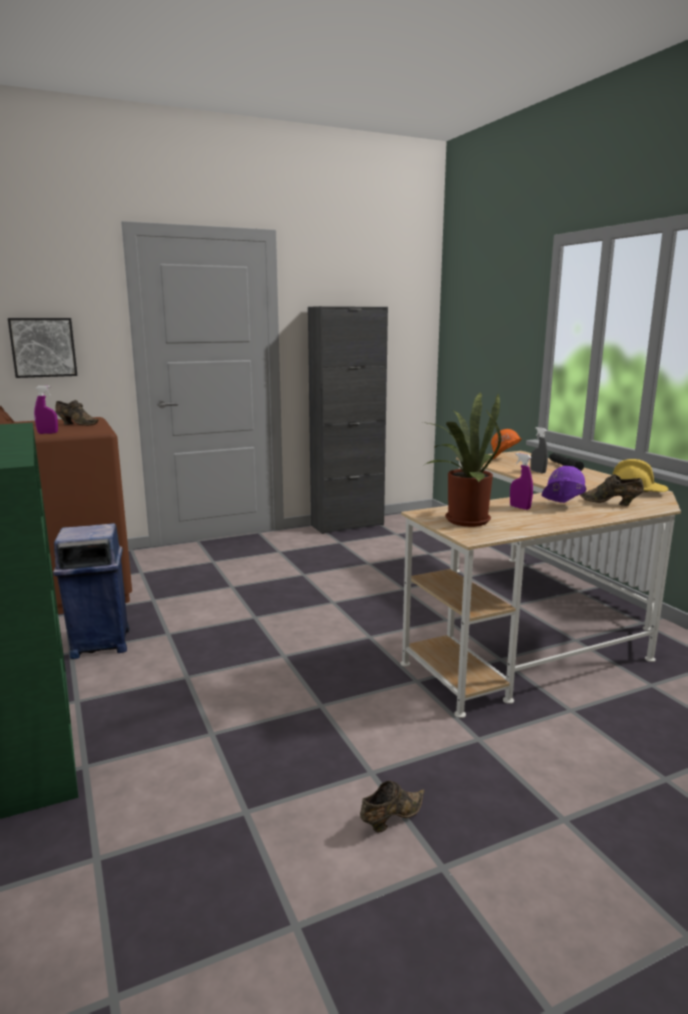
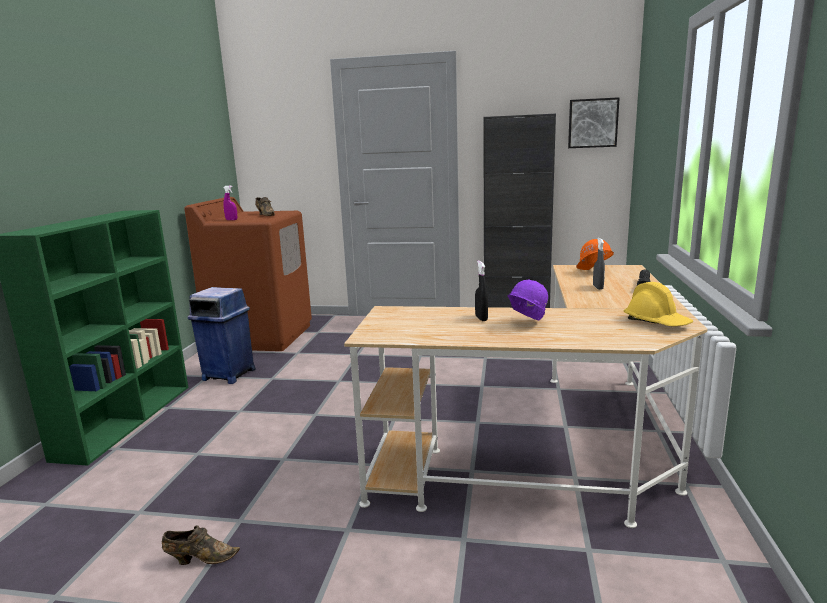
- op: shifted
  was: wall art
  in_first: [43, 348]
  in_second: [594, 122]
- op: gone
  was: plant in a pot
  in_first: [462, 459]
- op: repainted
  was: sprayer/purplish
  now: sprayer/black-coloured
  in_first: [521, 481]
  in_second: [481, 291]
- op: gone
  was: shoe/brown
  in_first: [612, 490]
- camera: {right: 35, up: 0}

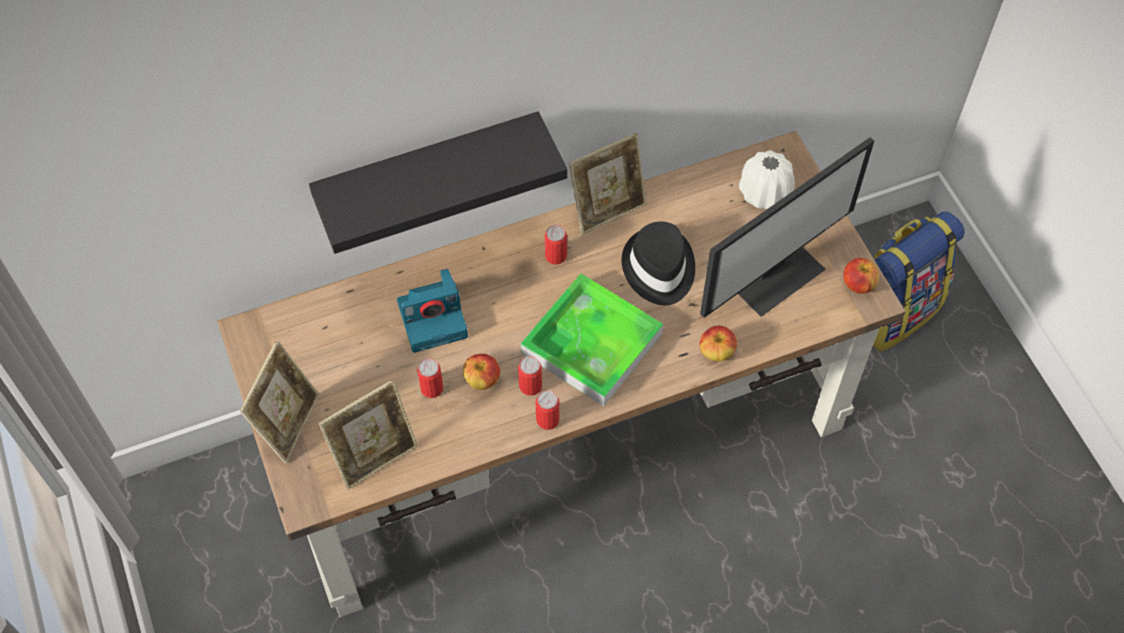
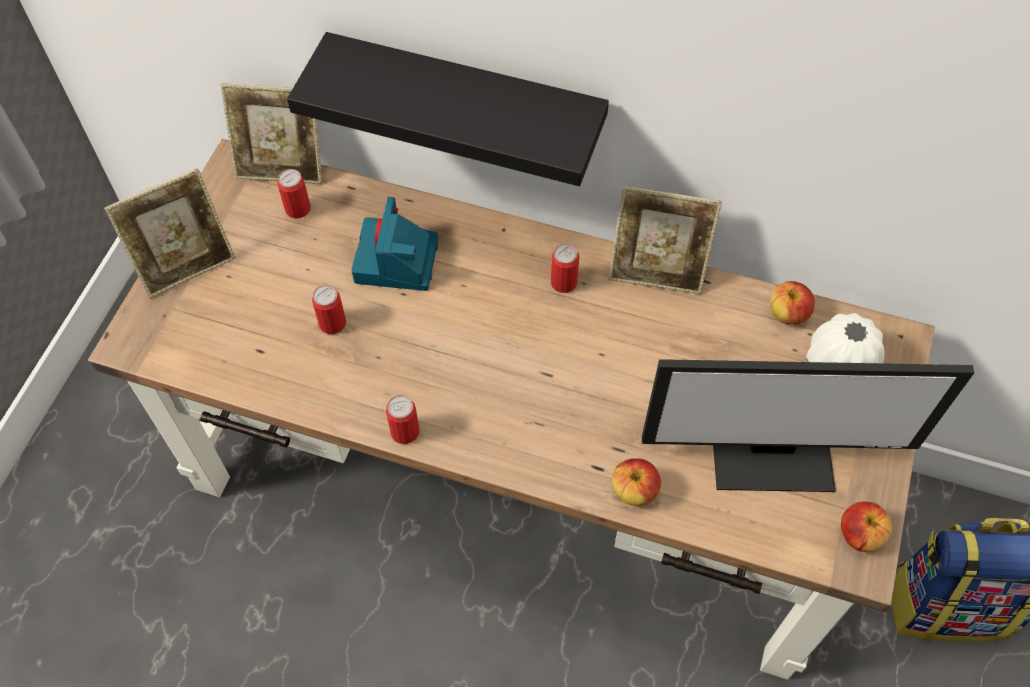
- op: shifted
  was: picture frame
  in_first: [368, 434]
  in_second: [271, 133]
- op: rotated
  was: still camera
  in_first: [432, 311]
  in_second: [394, 244]
  clockwise: 75
- op: shifted
  was: apple
  in_first: [481, 372]
  in_second: [792, 303]
- op: shifted
  was: metal can
  in_first: [530, 376]
  in_second: [294, 193]
- op: gone
  was: serving tray
  in_first: [592, 340]
- op: gone
  was: clothing hat/black-coloured
  in_first: [658, 263]
- camera: {right: 40, up: 0}

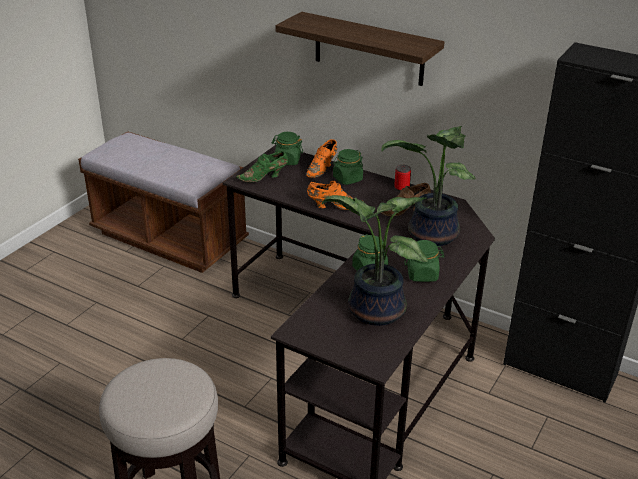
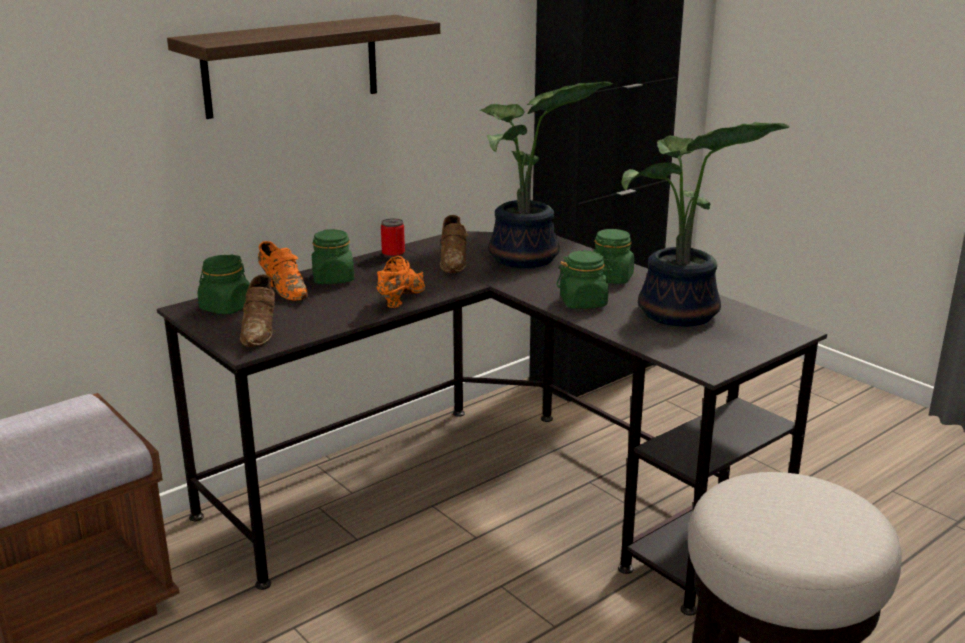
- op: repainted
  was: shoe/greenish
  now: shoe/brown
  in_first: [262, 166]
  in_second: [257, 310]
- camera: {right: -70, up: -10}

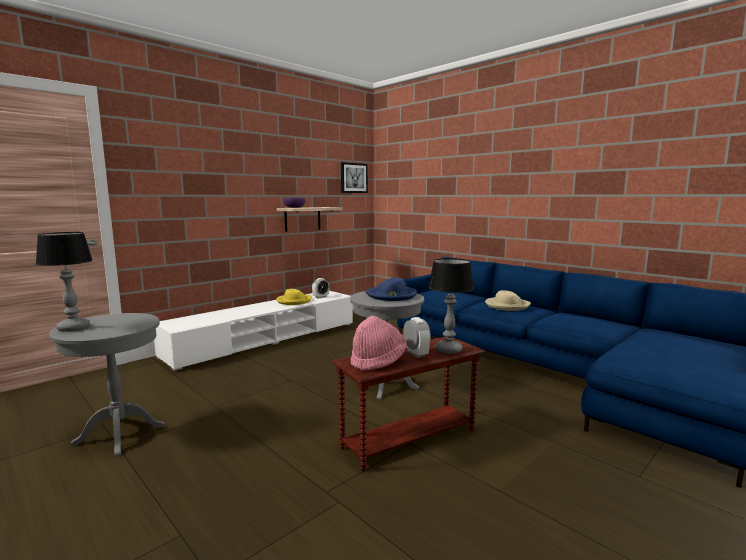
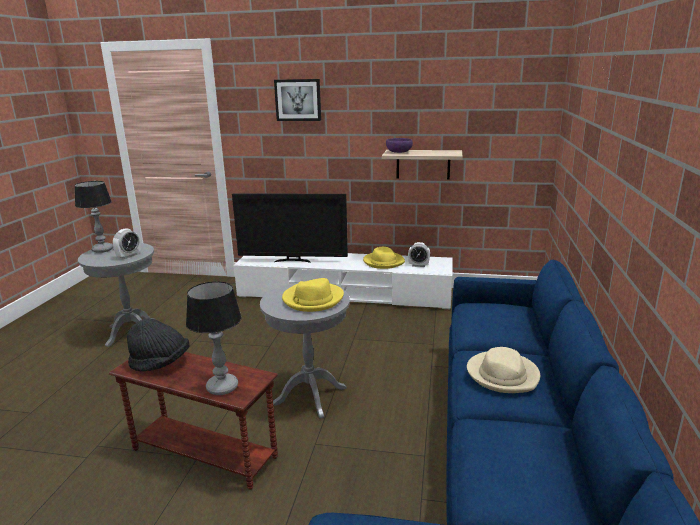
- op: shifted
  was: wall art
  in_first: [354, 177]
  in_second: [297, 100]
- op: repainted
  was: clothing hat/pink
  now: clothing hat/black-coloured
  in_first: [379, 343]
  in_second: [158, 344]
- op: repainted
  was: clothing hat/bluish
  now: clothing hat/yellow-coloured
  in_first: [391, 289]
  in_second: [313, 295]
- op: shifted
  was: alarm clock
  in_first: [417, 337]
  in_second: [127, 243]
- op: new
  now: television
  in_second: [290, 228]
- camera: {right: 55, up: 10}

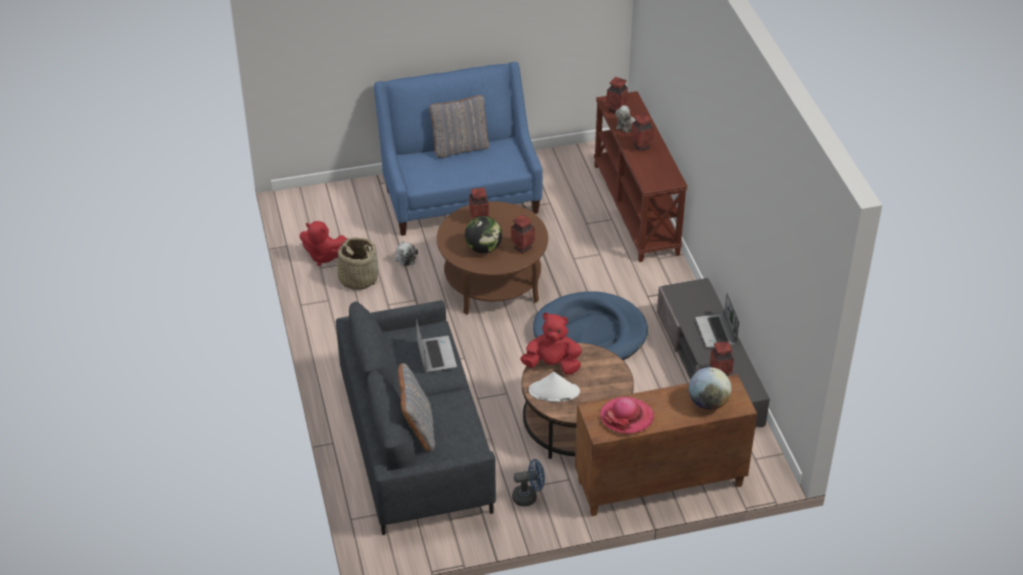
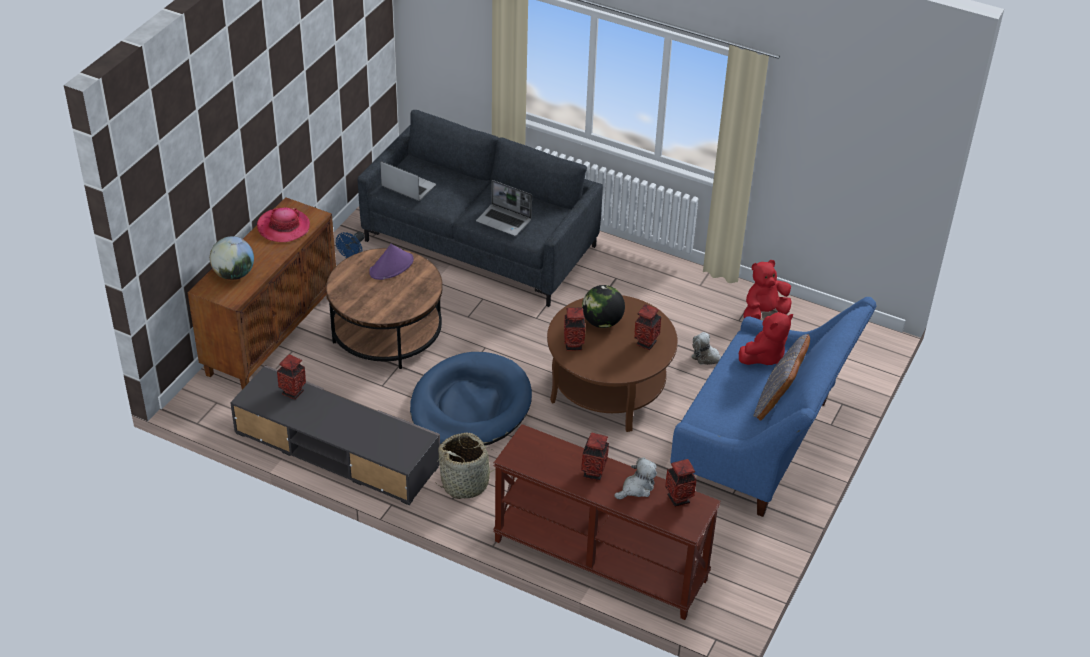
- op: shifted
  was: storage basket
  in_first: [356, 263]
  in_second: [465, 465]
- op: gone
  was: pillow/grey
  in_first: [416, 407]
- op: shifted
  was: plush toy/red
  in_first: [551, 343]
  in_second: [766, 338]
- op: repainted
  was: clothing hat/white-coloured
  now: clothing hat/purplish
  in_first: [554, 387]
  in_second: [391, 262]
- op: shifted
  was: notebook computer
  in_first: [717, 320]
  in_second: [408, 181]
- camera: {right: 130, up: 0}

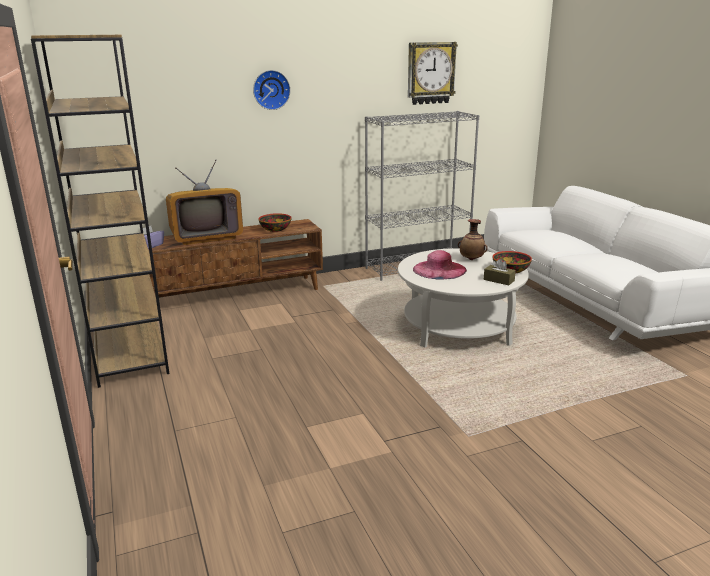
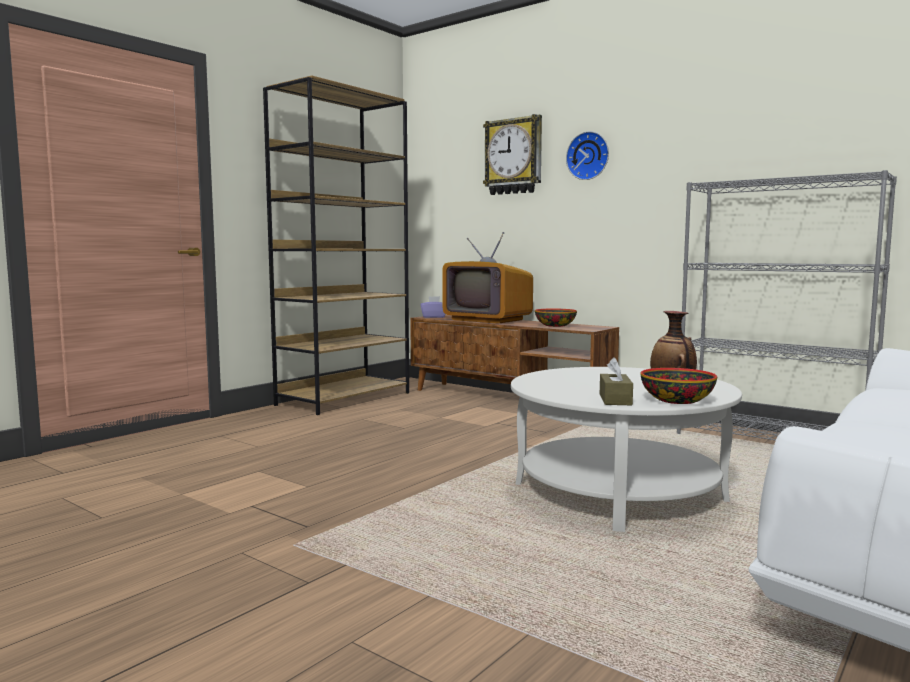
- op: shifted
  was: hanging clock
  in_first: [433, 73]
  in_second: [512, 154]
- op: gone
  was: clothing hat/pink
  in_first: [440, 265]
- camera: {right: 60, up: -15}

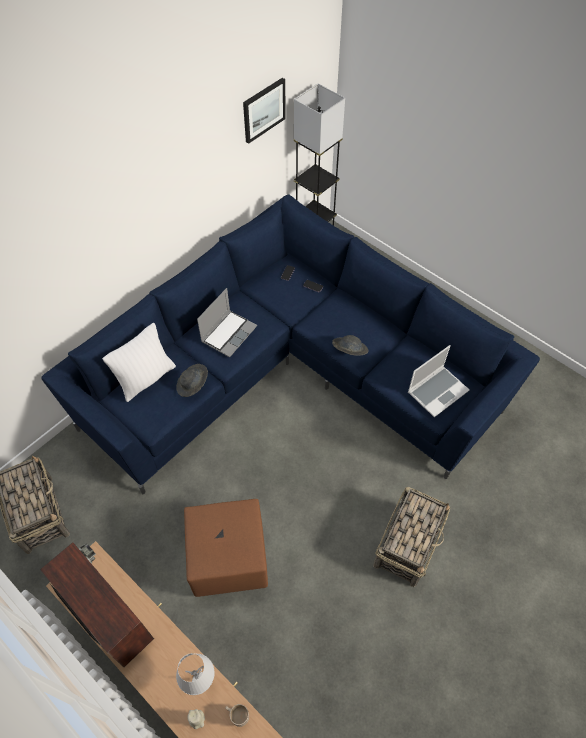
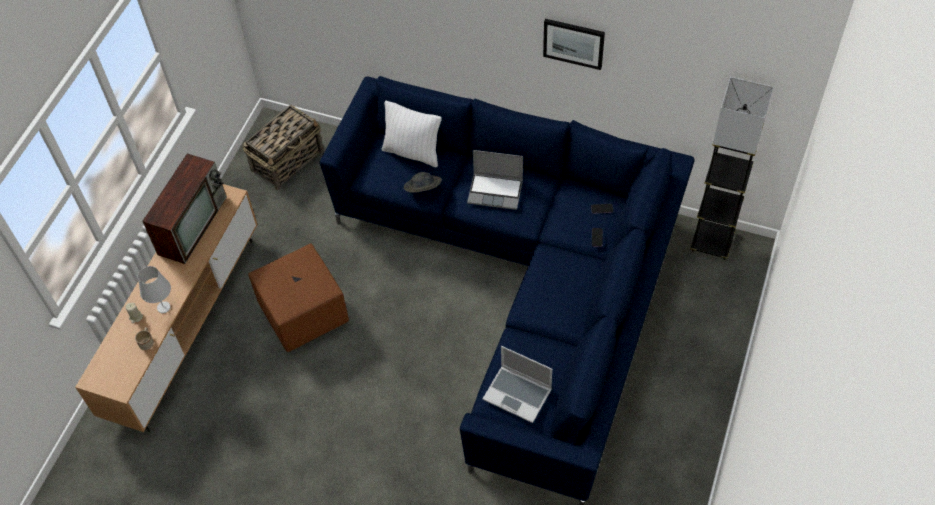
- op: shifted
  was: wall art
  in_first: [264, 111]
  in_second: [574, 44]
- op: gone
  was: clothing hat/grey
  in_first: [350, 345]
- op: gone
  was: storage basket
  in_first: [411, 537]
- camera: {right: 70, up: 0}

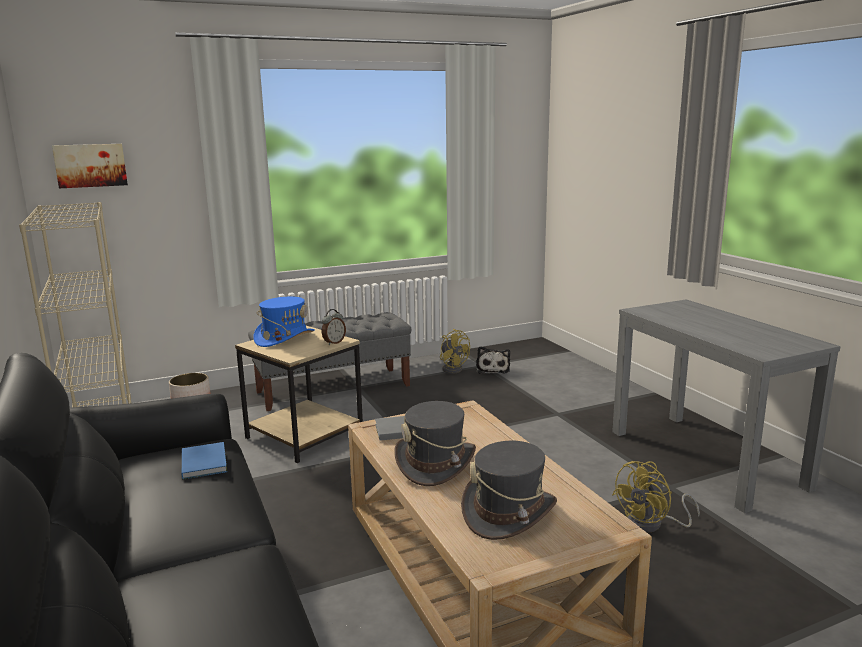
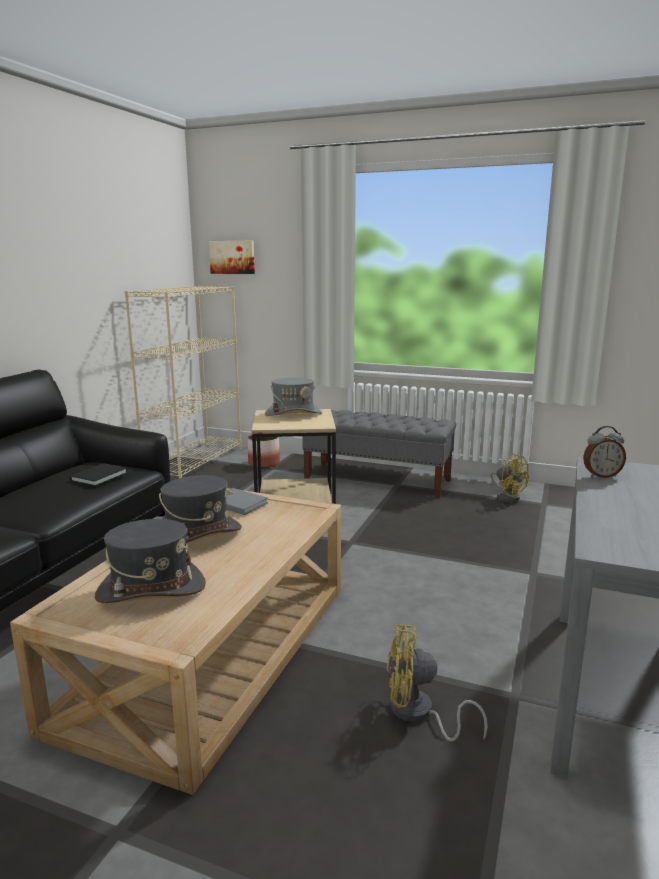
- op: repainted
  was: bound book/bluish
  now: bound book/black-coloured
  in_first: [204, 461]
  in_second: [98, 474]
- op: repainted
  was: clothing hat/bluish
  now: clothing hat/grey
  in_first: [284, 322]
  in_second: [293, 397]
- op: shifted
  was: alarm clock
  in_first: [334, 327]
  in_second: [604, 452]
- op: rotated
  was: electric fan/yellow-coloured
  in_first: [455, 351]
  in_second: [510, 478]
  clockwise: -45
- op: gone
  was: plush toy
  in_first: [493, 360]
- camera: {right: 45, up: 0}

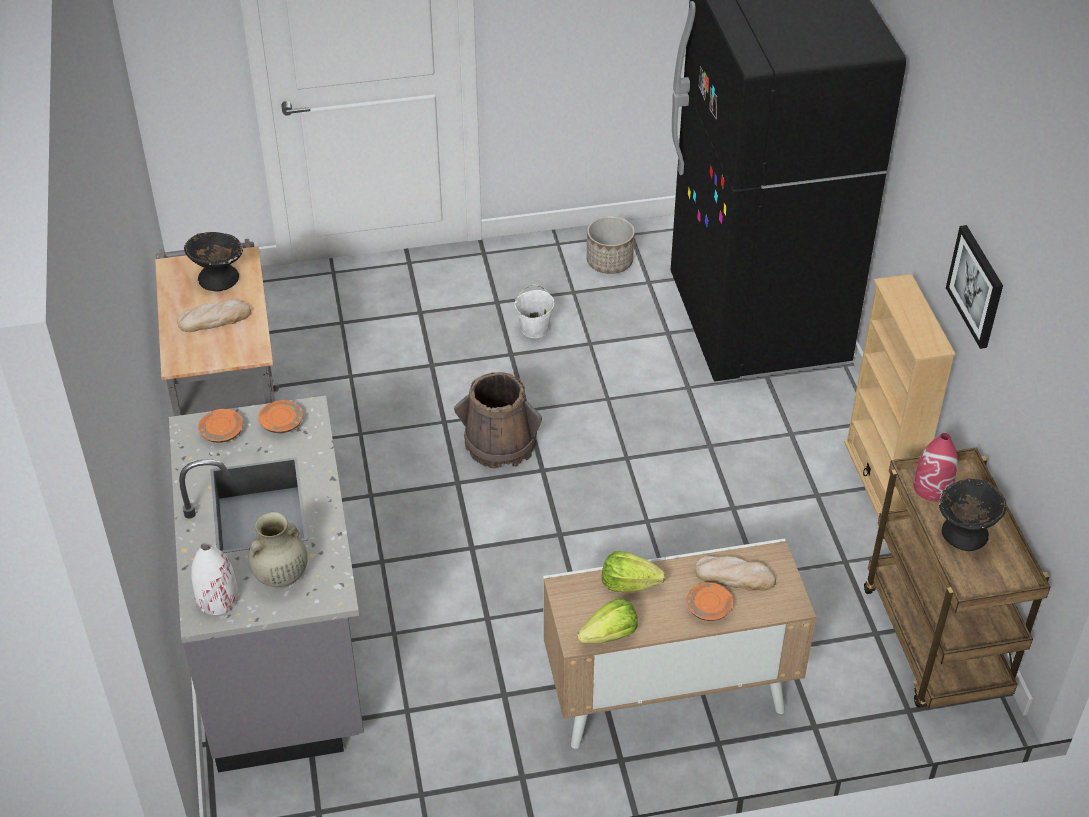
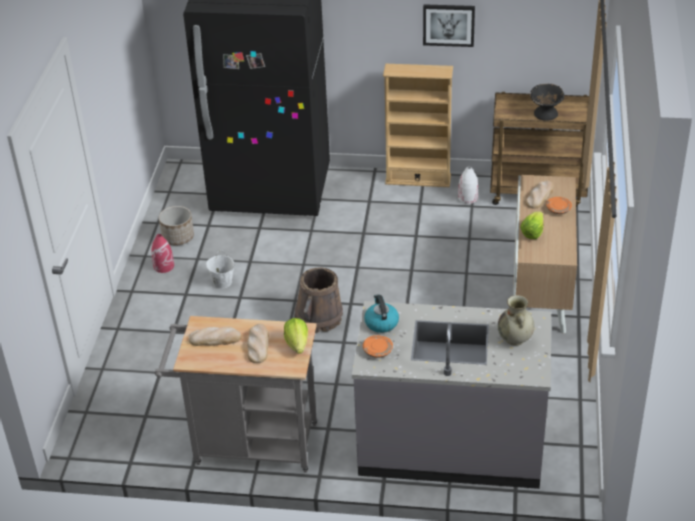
- op: swapped
  was: serving bowl/black-coloured
  now: bread
  in_first: [213, 261]
  in_second: [215, 336]
- op: shifted
  was: decorative vase/white-coloured
  in_first: [215, 578]
  in_second: [468, 185]
- op: swapped
  was: flat dish/orange
  now: kettle
  in_first: [280, 416]
  in_second: [381, 313]
- op: shifted
  was: head of lettuce
  in_first: [607, 621]
  in_second: [296, 336]
- op: shifted
  was: decorative vase/red
  in_first: [935, 467]
  in_second: [162, 253]
- camera: {right: -70, up: -5}

